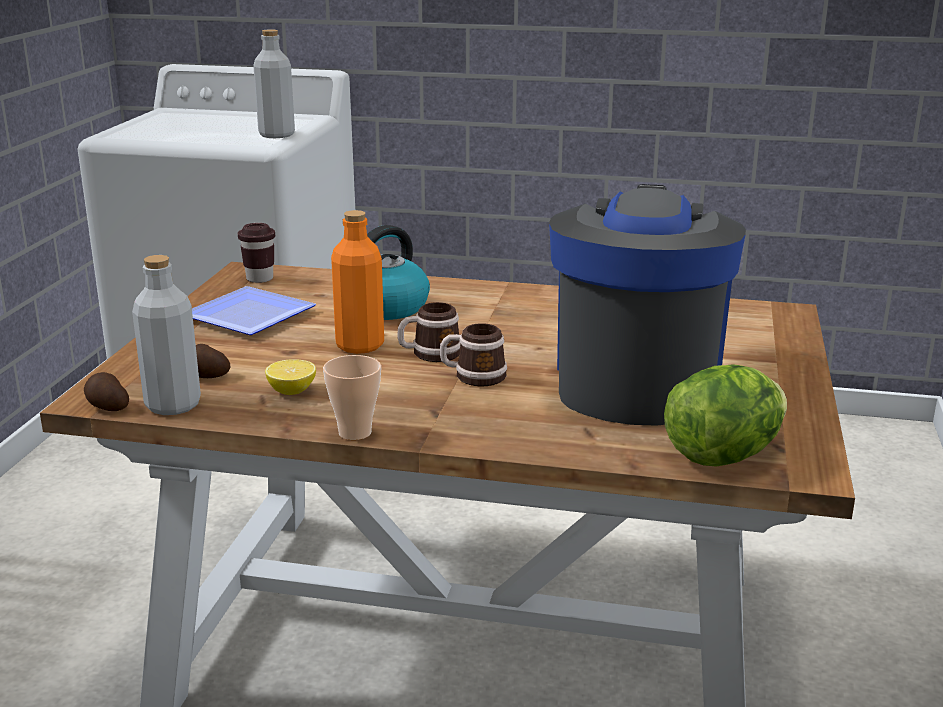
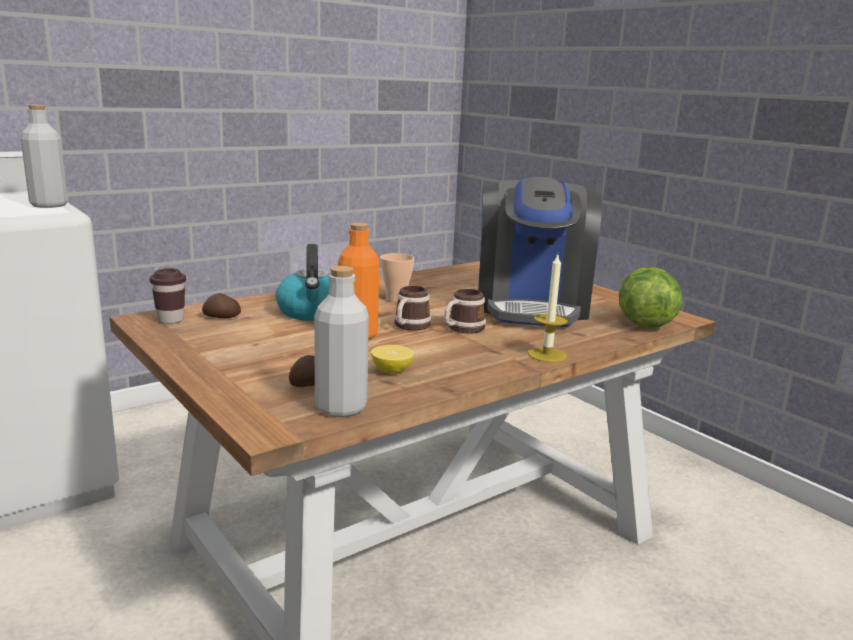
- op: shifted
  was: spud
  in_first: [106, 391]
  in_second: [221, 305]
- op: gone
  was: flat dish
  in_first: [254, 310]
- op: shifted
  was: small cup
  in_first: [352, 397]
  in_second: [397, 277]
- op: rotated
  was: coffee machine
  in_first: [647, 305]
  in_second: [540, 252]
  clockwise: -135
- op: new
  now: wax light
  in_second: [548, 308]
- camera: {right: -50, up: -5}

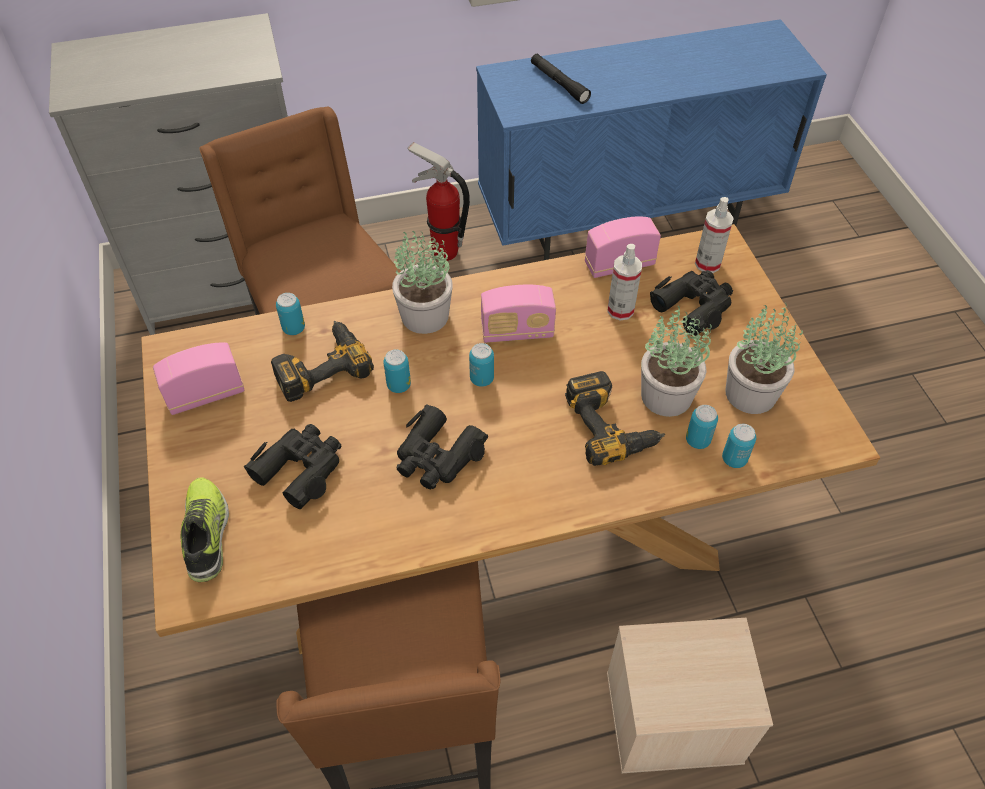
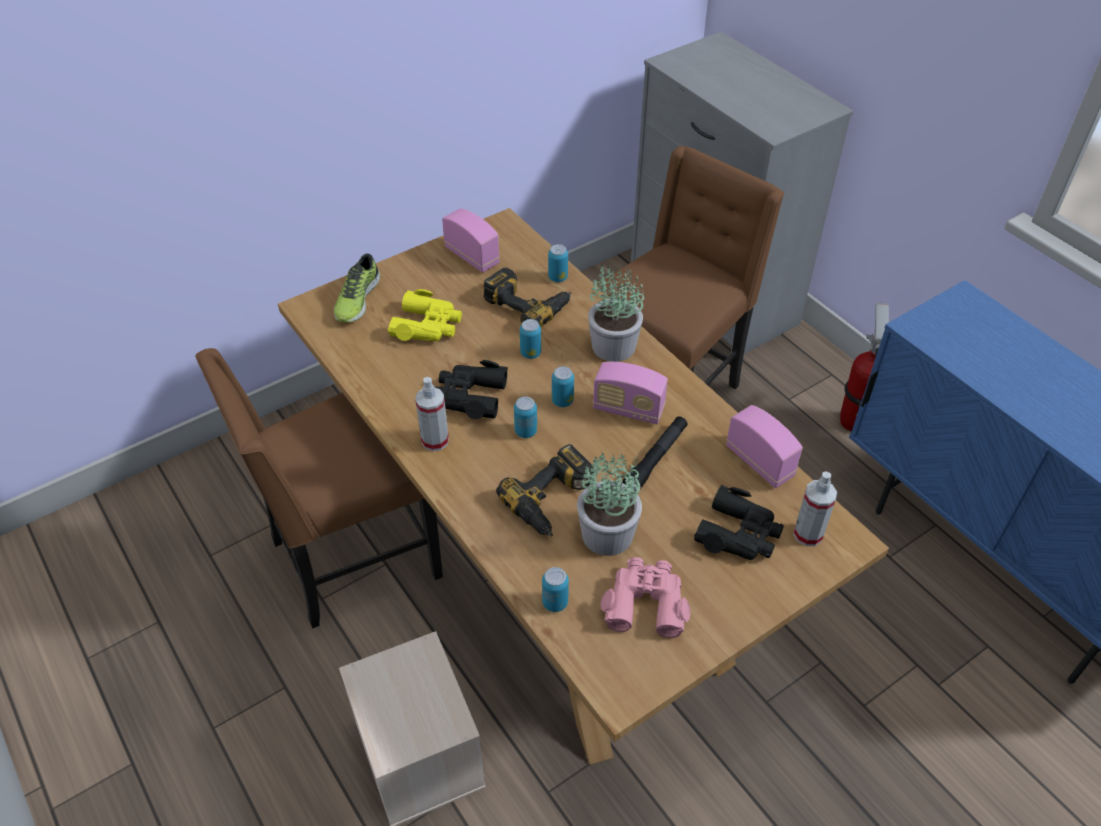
- op: rotated
  was: shoe
  in_first: [205, 529]
  in_second: [357, 288]
  clockwise: 135
- op: repainted
  was: field glasses/black-coloured
  now: field glasses/yellow-coloured
  in_first: [292, 466]
  in_second: [425, 315]
- op: rotated
  was: radio
  in_first: [518, 314]
  in_second: [630, 393]
  clockwise: -45
- op: shifted
  was: hand torch/black-coloured
  in_first: [561, 79]
  in_second: [655, 453]
- op: shifted
  was: sprayer
  in_first: [624, 282]
  in_second: [432, 414]
- op: shifted
  was: metal can
  in_first: [702, 427]
  in_second: [525, 417]
- op: swapped
  was: plant in a pot
  now: field glasses/pink
  in_first: [764, 358]
  in_second: [645, 597]
- camera: {right: 70, up: -5}

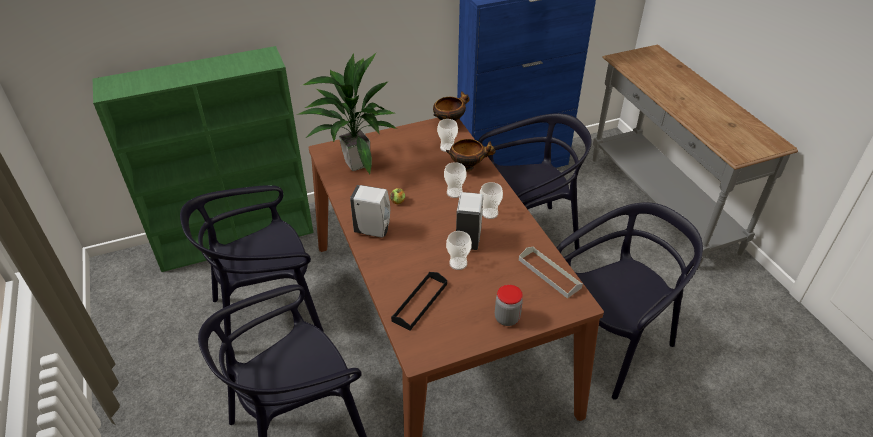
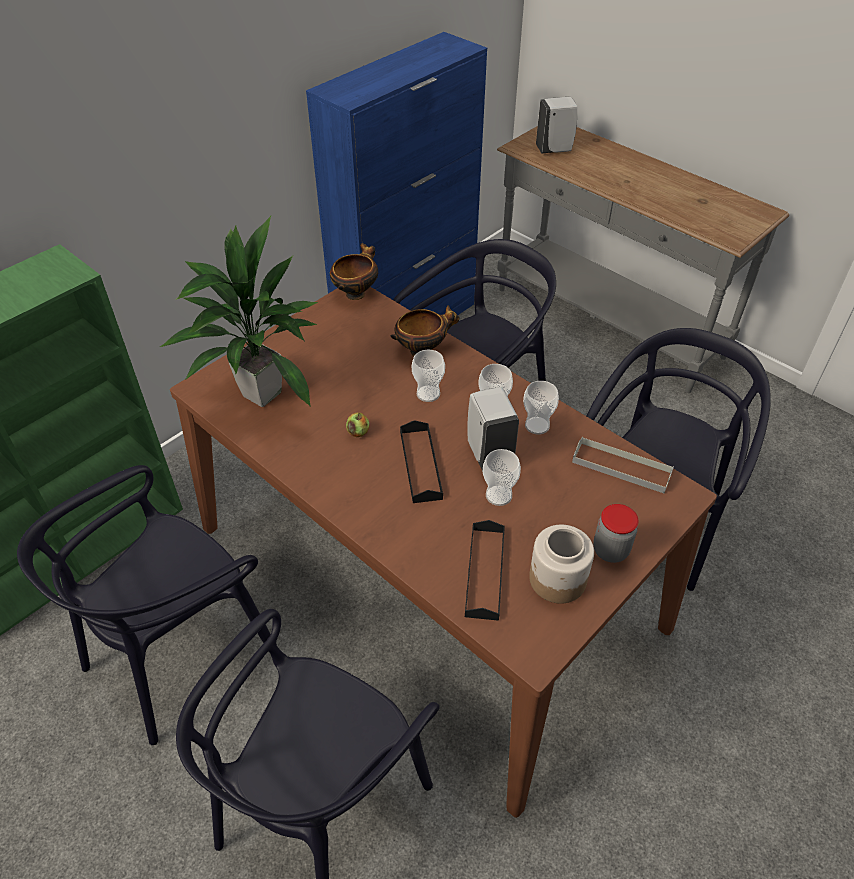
- op: shifted
  was: soap dispenser/white-coloured
  in_first: [370, 211]
  in_second: [556, 125]
- op: shifted
  was: small cup
  in_first: [447, 135]
  in_second: [541, 408]
- op: new
  now: serving tray/black-coloured
  in_second: [421, 461]
- op: new
  now: preserve jar
  in_second: [561, 564]
- camera: {right: -25, up: 5}

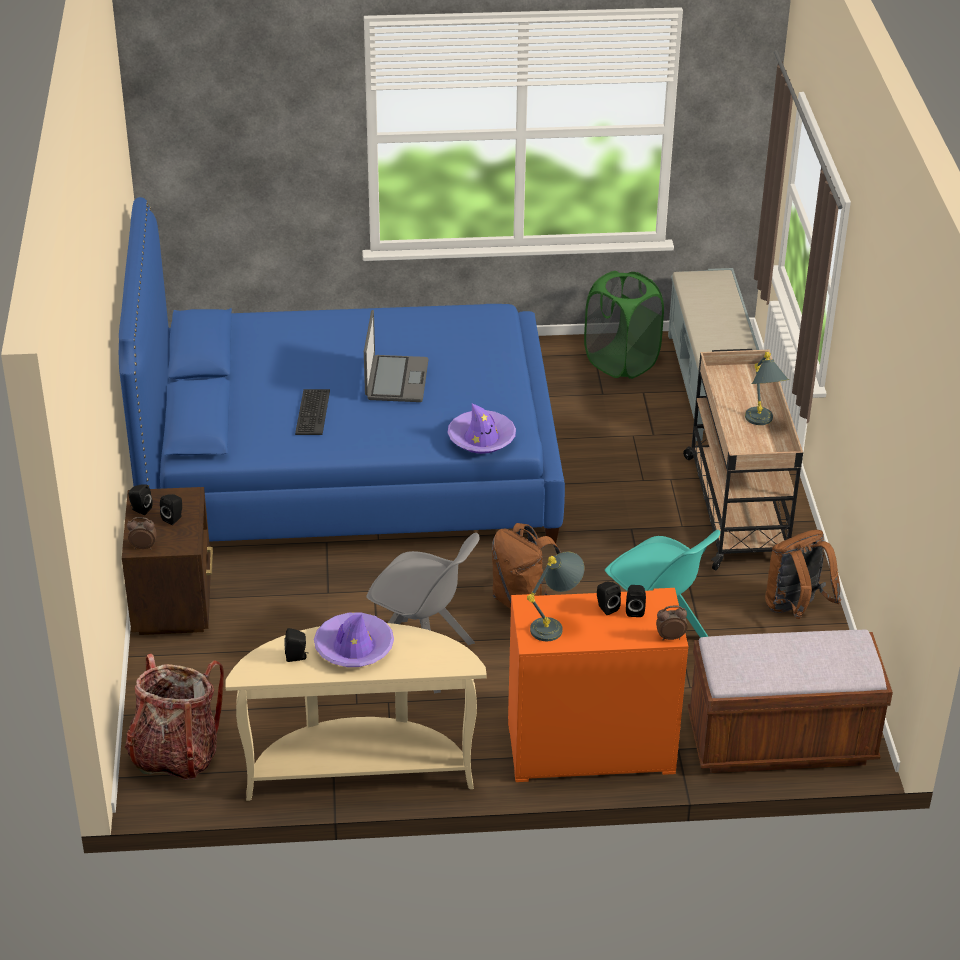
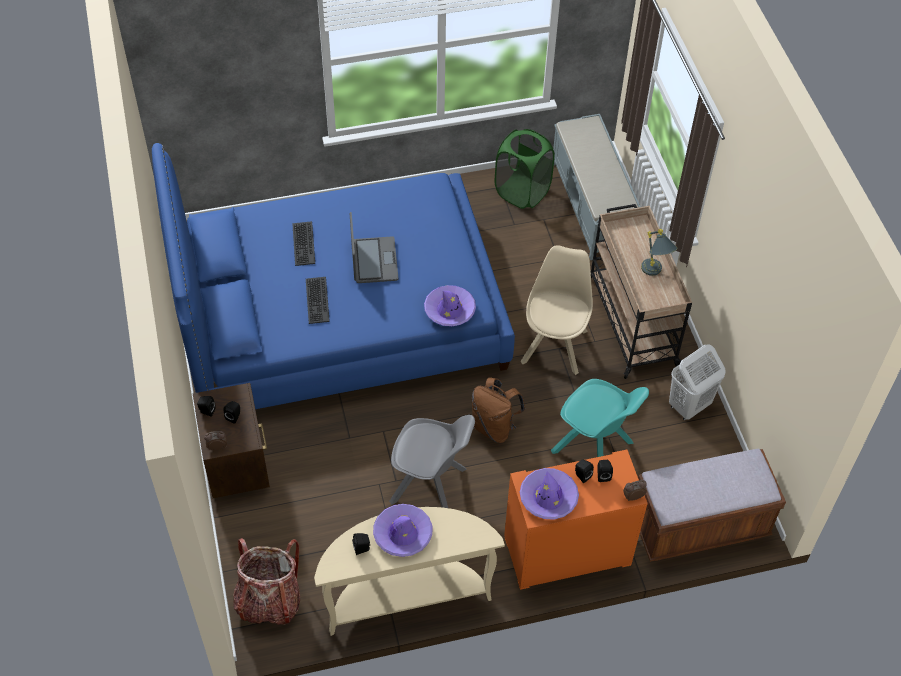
- op: swapped
  was: tabletop lamp/grey
  now: clothing hat/purplish
  in_first: [555, 596]
  in_second: [549, 494]
- op: swapped
  was: knapsack/brown
  now: hamper/white-coloured
  in_first: [803, 574]
  in_second: [697, 382]
- op: new
  now: PC keyboard
  in_second: [303, 243]
- op: new
  now: chair/sand-coloured
  in_second: [556, 310]
- camera: {right: -10, up: 15}

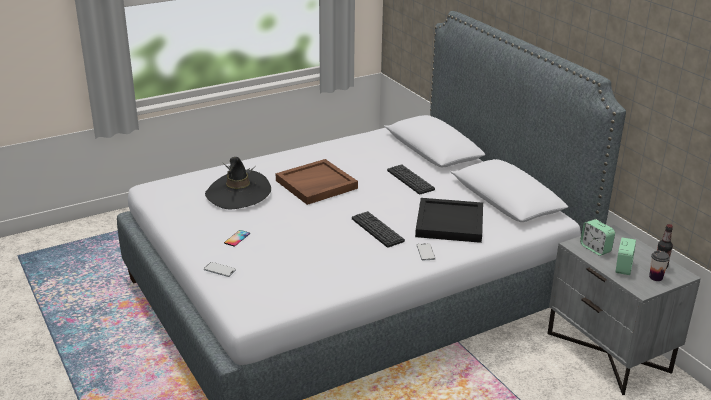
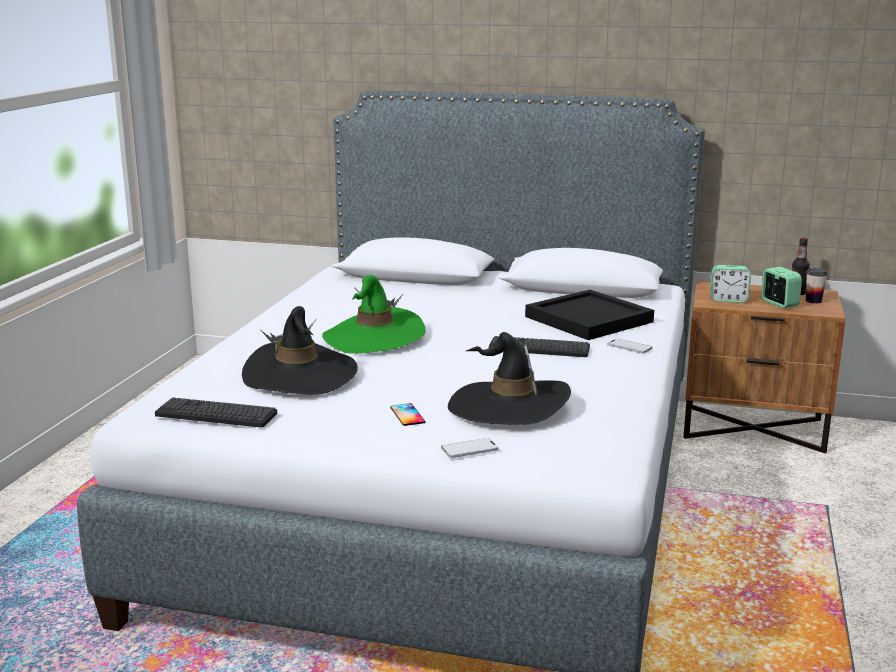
- op: swapped
  was: serving tray/brown
  now: clothing hat/greenish
  in_first: [317, 182]
  in_second: [374, 314]
- op: shifted
  was: PC keyboard
  in_first: [411, 179]
  in_second: [216, 412]
- op: repainted
  was: bedside table/grey
  now: bedside table/brown
  in_first: [624, 310]
  in_second: [765, 367]
- op: new
  now: clothing hat/black-coloured
  in_second: [509, 378]
- camera: {right: -45, up: -10}

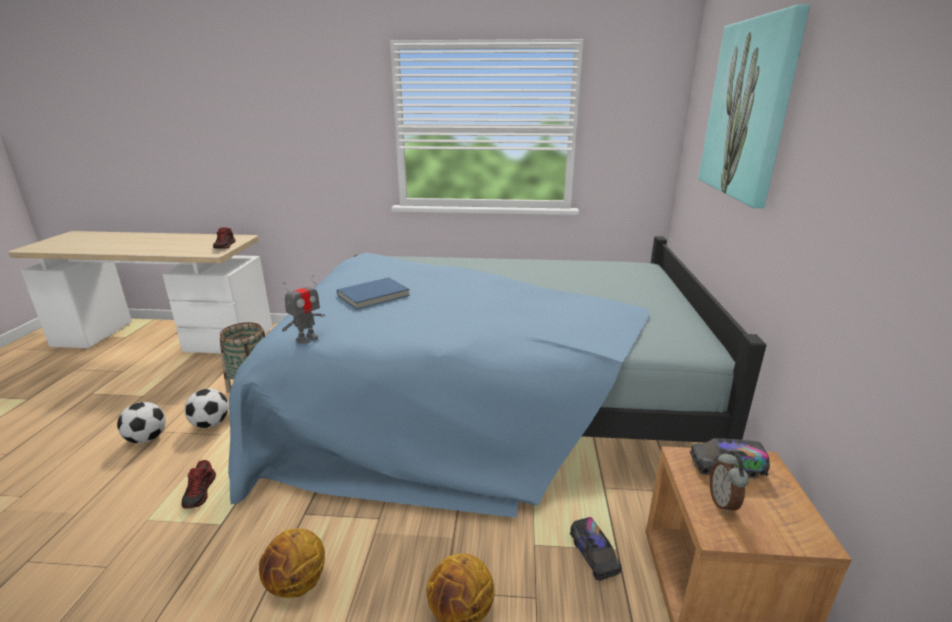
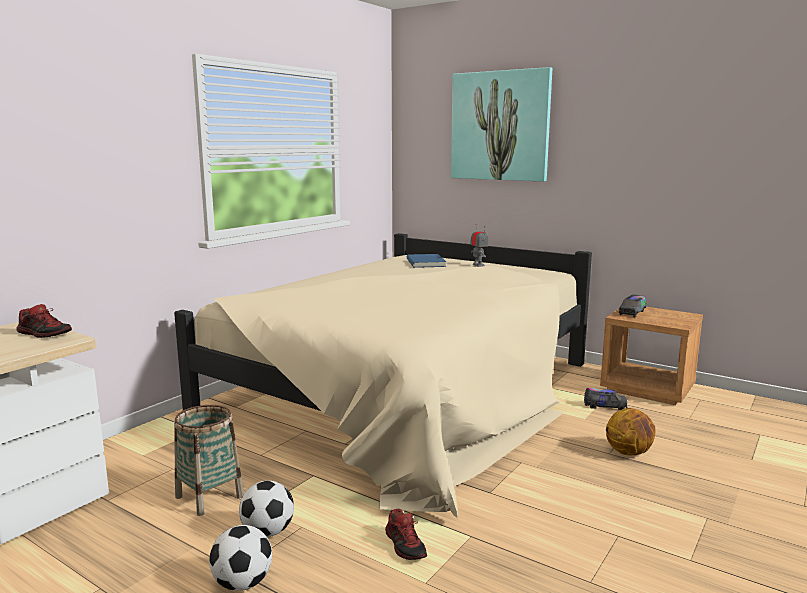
- op: rotated
  was: shoe
  in_first: [199, 484]
  in_second: [406, 534]
  clockwise: 45
- op: repainted
  was: bedroom bed/bluish
  now: bedroom bed/sand-coloured
  in_first: [497, 377]
  in_second: [383, 376]
- op: gone
  was: ball for basketball
  in_first: [292, 563]
- op: shifted
  was: robot figure
  in_first: [303, 309]
  in_second: [479, 245]
- op: shifted
  was: bound book/bluish
  in_first: [373, 293]
  in_second: [426, 261]
- op: gone
  was: alarm clock
  in_first: [729, 483]
- camera: {right: -60, up: -10}

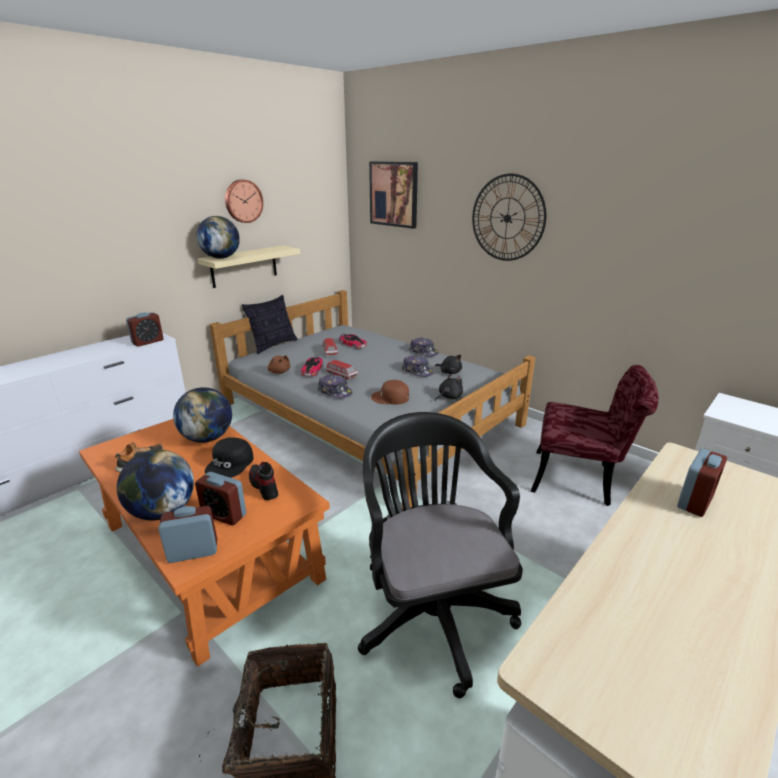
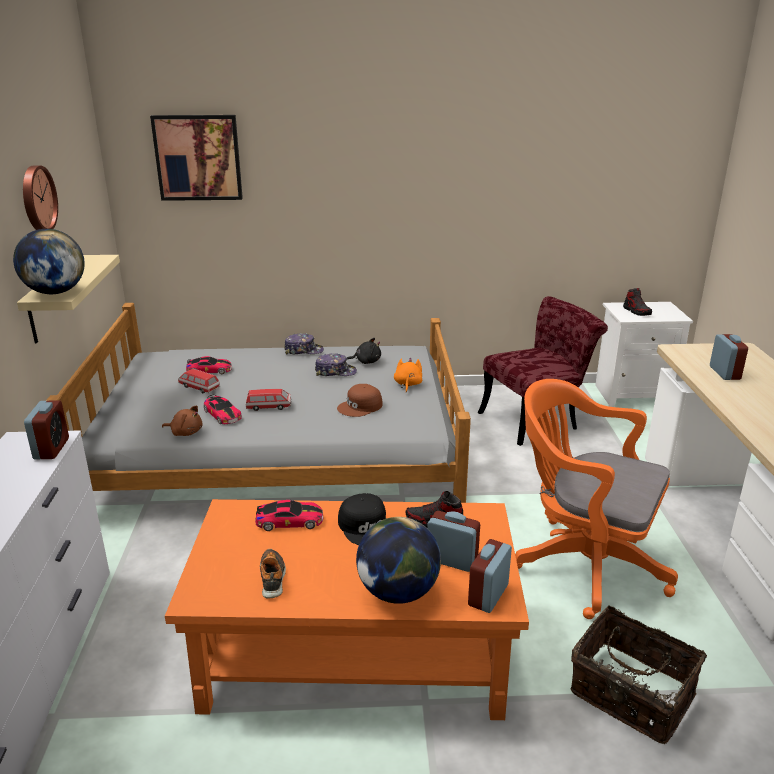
- op: swapped
  was: desk globe
  now: miniature car
  in_first: [202, 415]
  in_second: [289, 515]
- op: rotated
  was: alarm clock
  in_first: [220, 498]
  in_second: [453, 541]
  clockwise: -135
- op: gone
  was: pillow
  in_first: [270, 324]
- op: gone
  was: baseball cap
  in_first: [335, 386]
- op: repainted
  was: computer chair/black-coloured
  now: computer chair/orange
  in_first: [440, 555]
  in_second: [596, 499]
- op: repainted
  was: plush toy/black-coloured
  now: plush toy/orange
  in_first: [449, 387]
  in_second: [408, 375]
- op: gone
  was: hanging clock
  in_first: [509, 217]
- op: new
  now: shoe
  in_second: [637, 302]
- camera: {right: -45, up: 0}

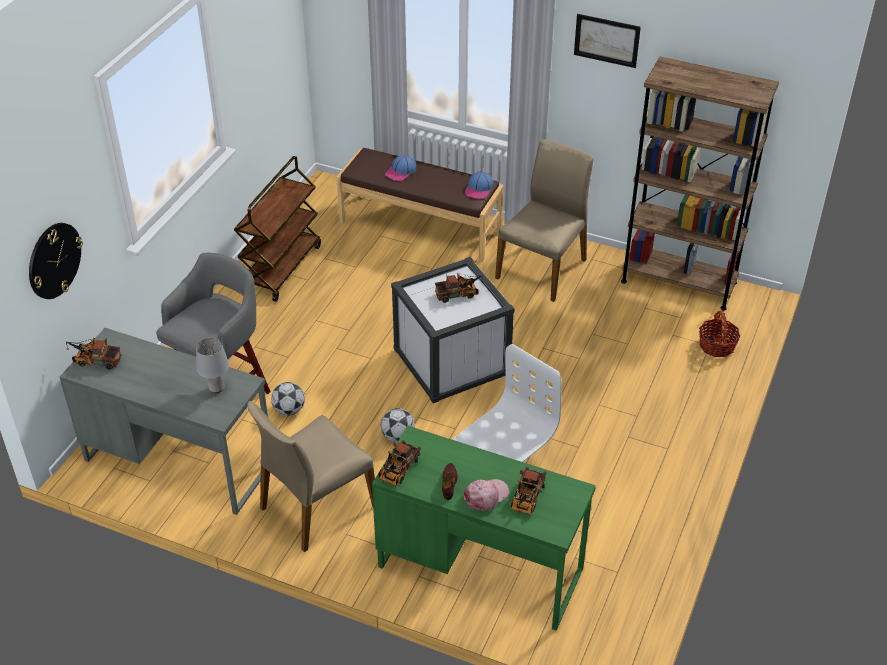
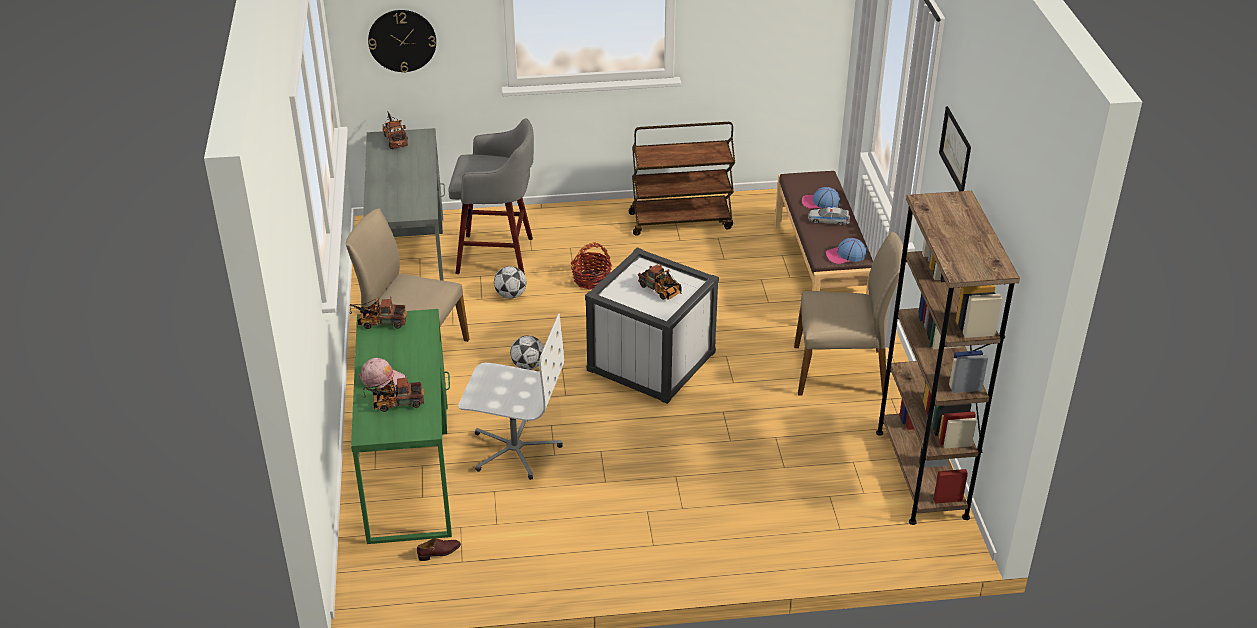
- op: gone
  was: tabletop lamp/grey
  in_first: [212, 365]
- op: shifted
  was: shoe/brown
  in_first: [449, 481]
  in_second: [439, 549]
- op: shifted
  was: storage basket
  in_first: [719, 333]
  in_second: [591, 266]
- op: new
  now: miniature car
  in_second: [829, 216]
- camera: {right: 60, up: -5}

